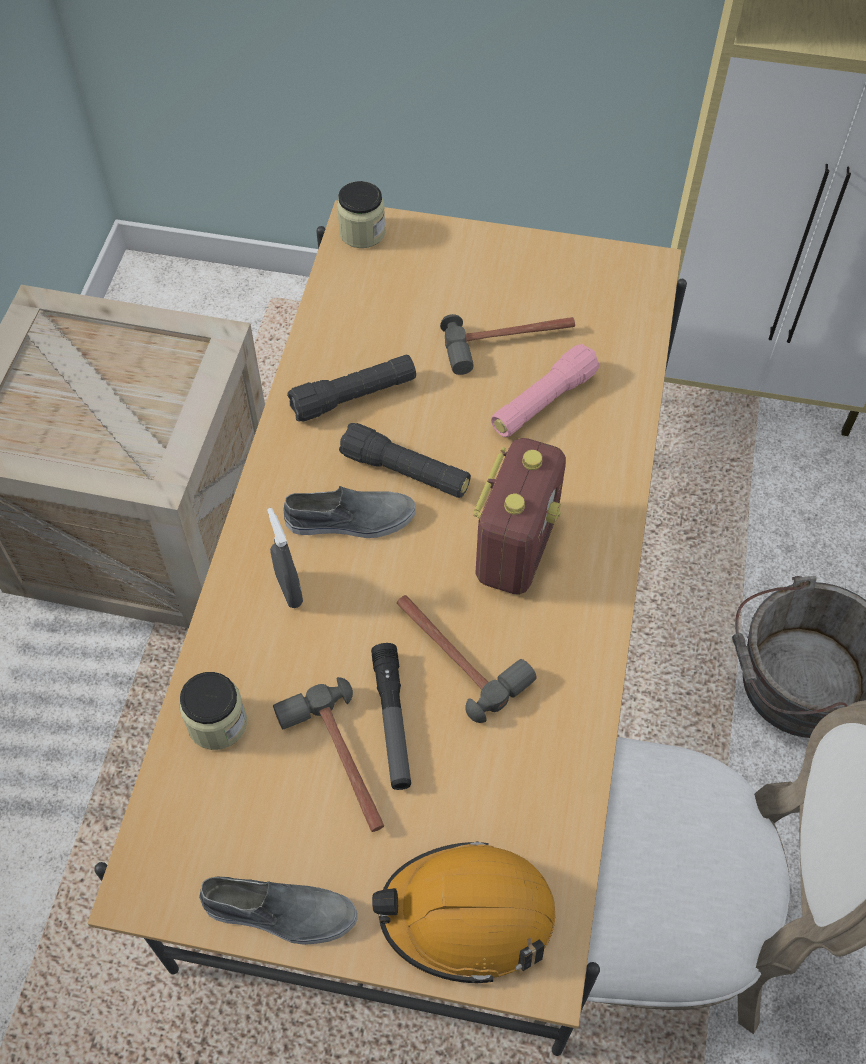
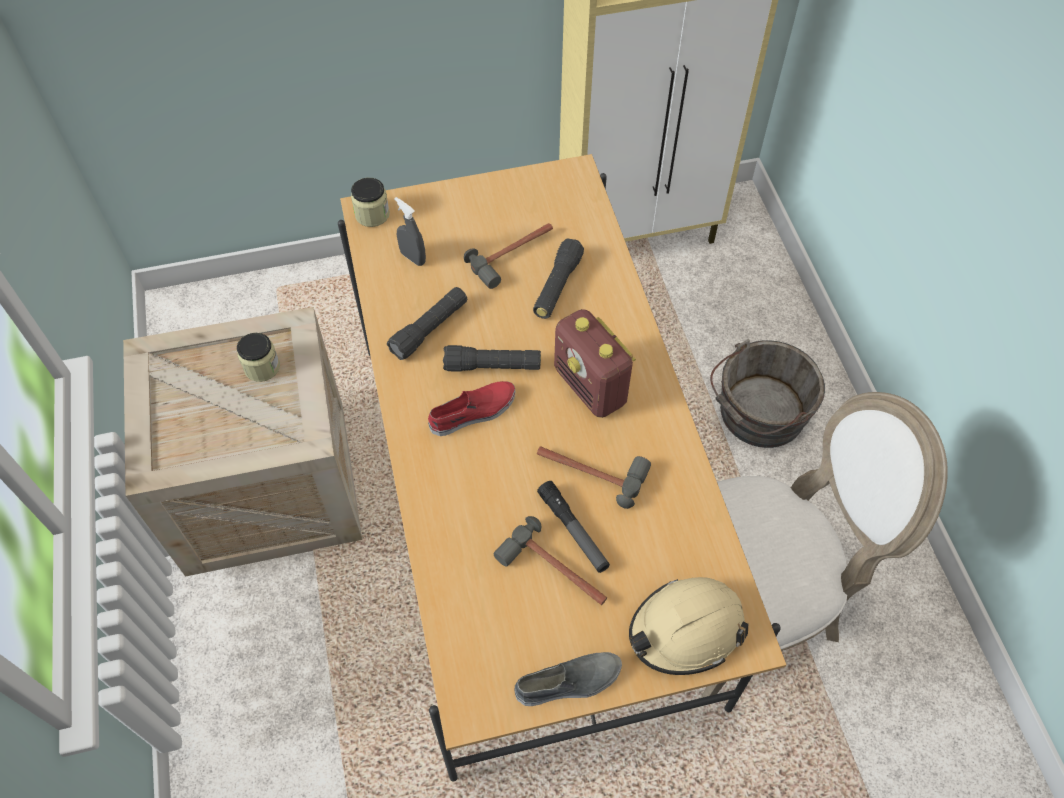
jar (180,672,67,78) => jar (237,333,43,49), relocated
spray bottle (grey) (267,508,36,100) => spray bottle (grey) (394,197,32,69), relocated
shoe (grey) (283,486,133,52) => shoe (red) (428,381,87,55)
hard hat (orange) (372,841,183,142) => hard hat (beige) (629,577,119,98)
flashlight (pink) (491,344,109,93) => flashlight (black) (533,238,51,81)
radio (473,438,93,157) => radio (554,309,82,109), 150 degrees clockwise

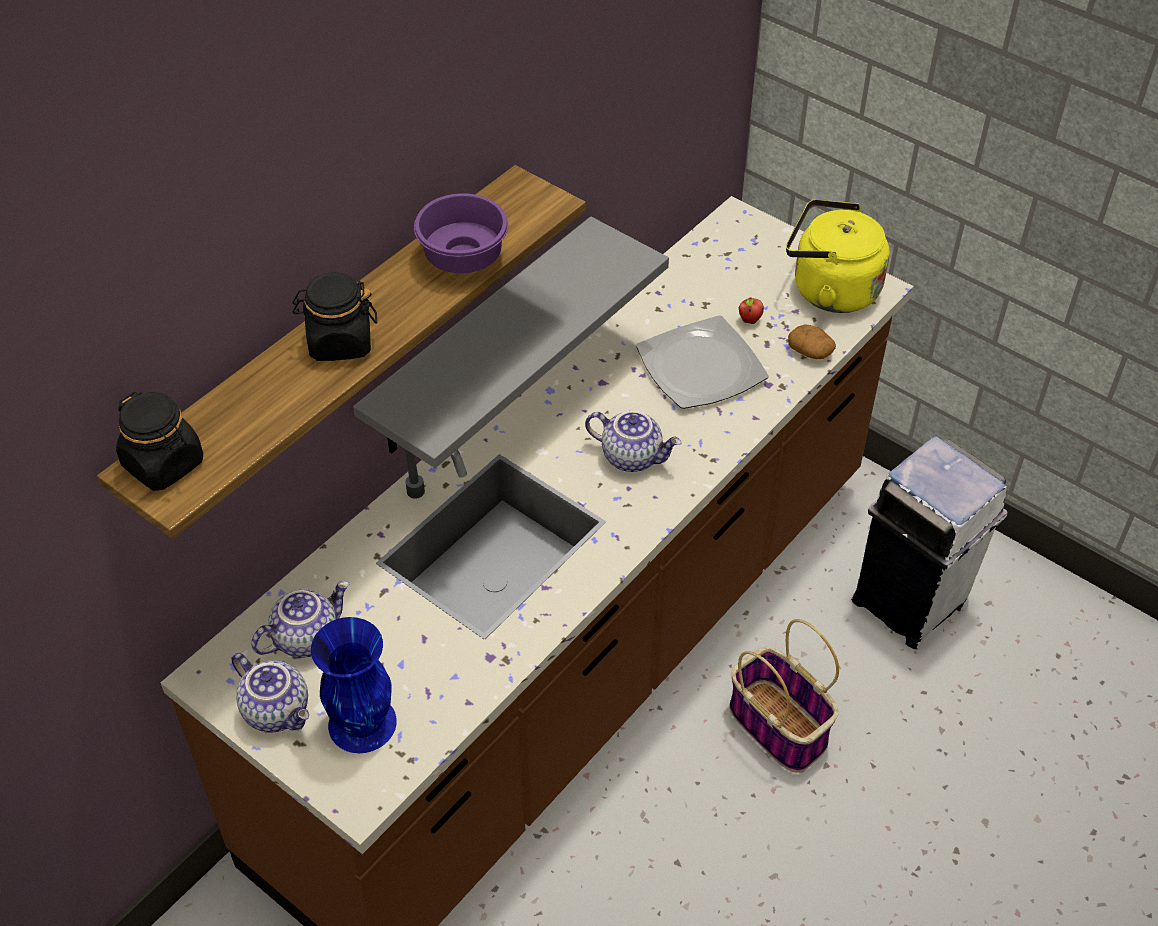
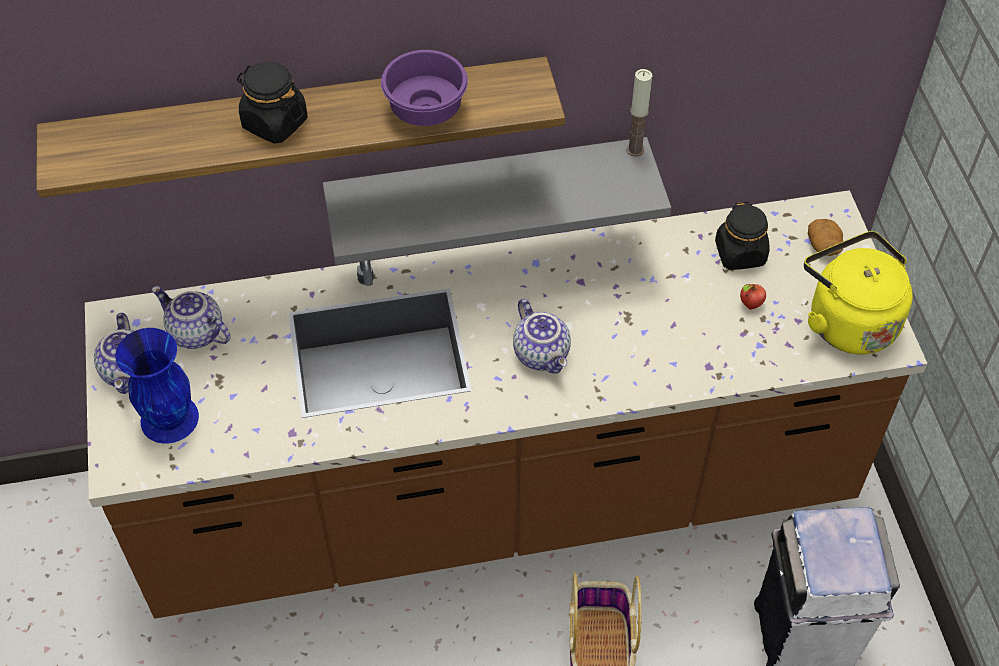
plate (636,315,133,94) => nothing
nothing => candle (626,69,26,88)
jar (black) (116,392,87,99) => jar (black) (715,202,55,68), relocated
potato (788,325,48,34) => potato (808,219,35,37), relocated
teapot (251,581,98,77) => teapot (152,286,79,63), 150 degrees counterclockwise

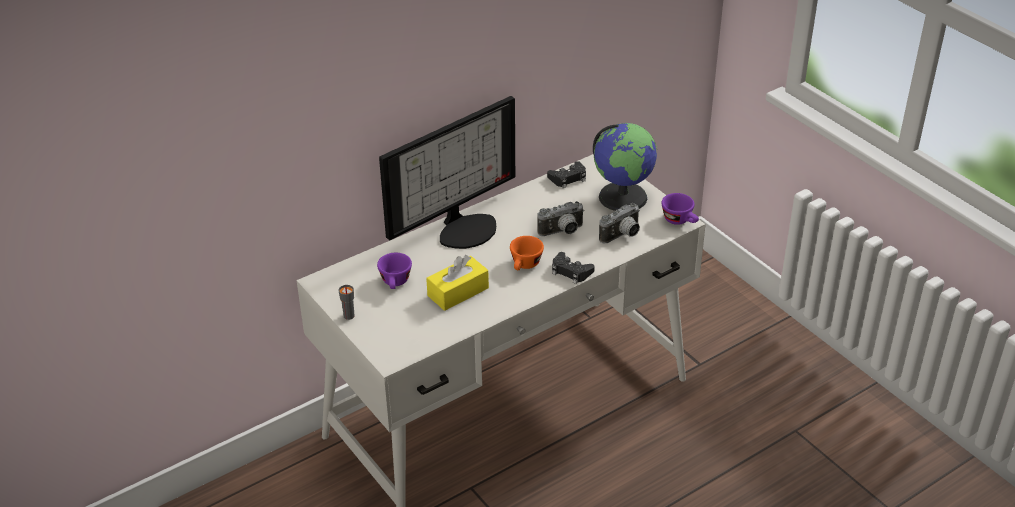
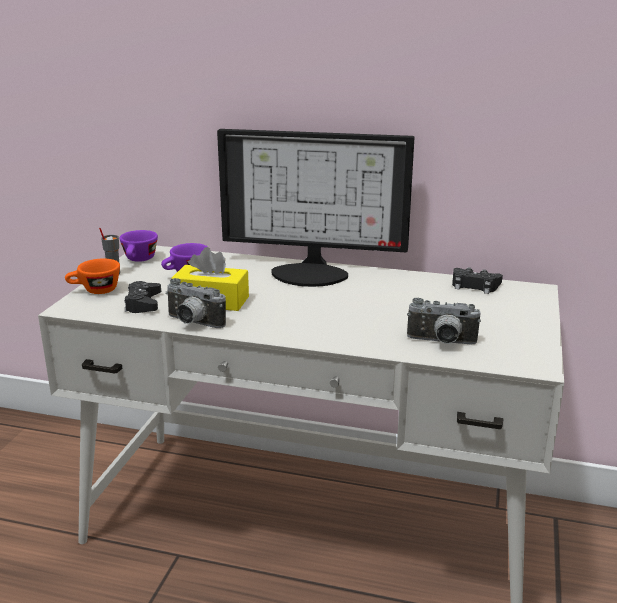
globe (593,123,64,88) => nothing
cup (orange) (510,236,34,34) => cup (orange) (65,259,55,35), relocated
photo camera (537,201,48,35) => photo camera (165,278,61,50), relocated
game controller (black) (552,252,43,32) => game controller (black) (124,281,37,32), relocated
cup (purple) (661,193,38,32) => cup (purple) (120,230,38,32), relocated

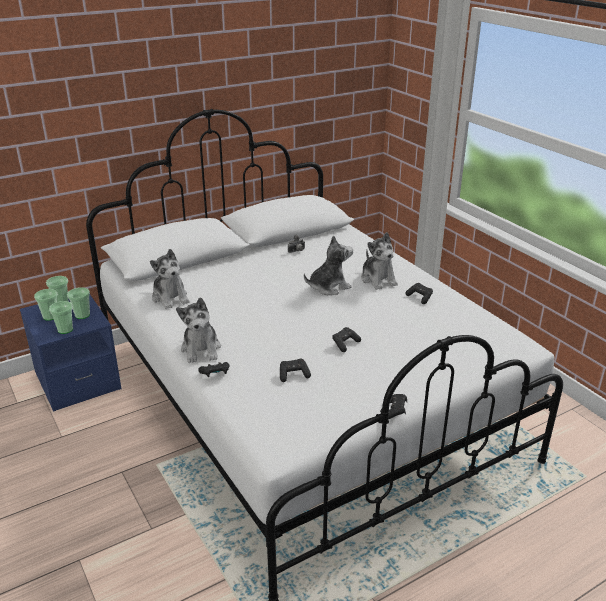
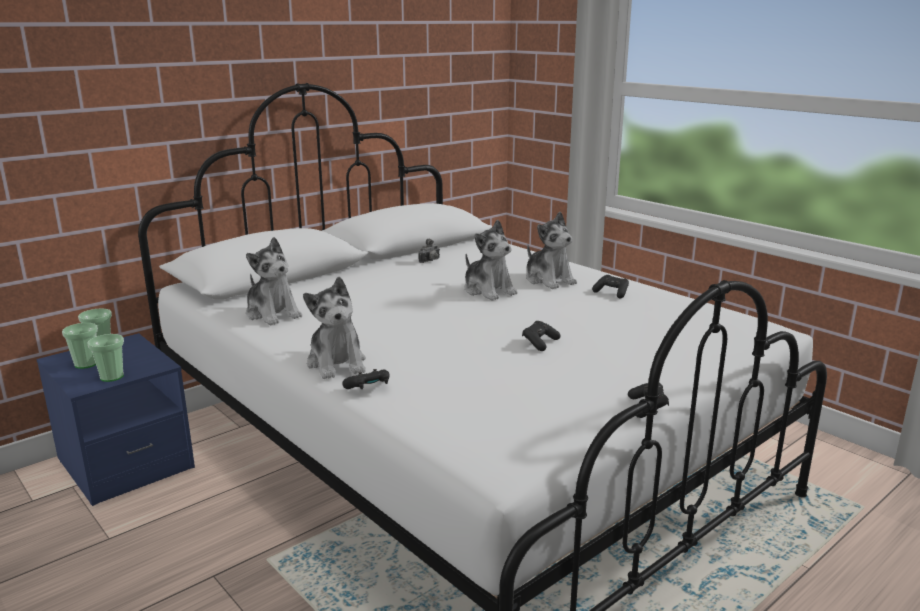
cup (67,287,23,32) => nothing
game controller (black) (280,358,31,24) => nothing
plush toy (304,235,49,60) => plush toy (465,220,53,81), 90 degrees clockwise

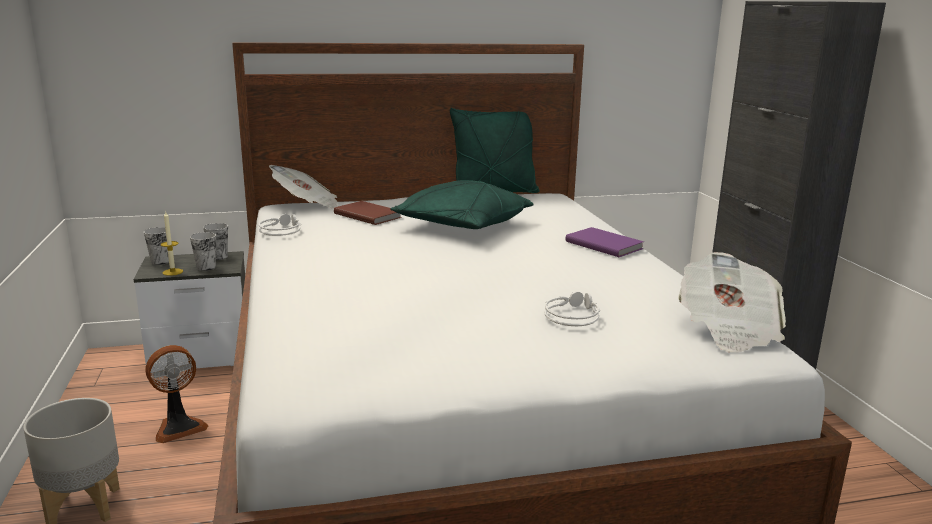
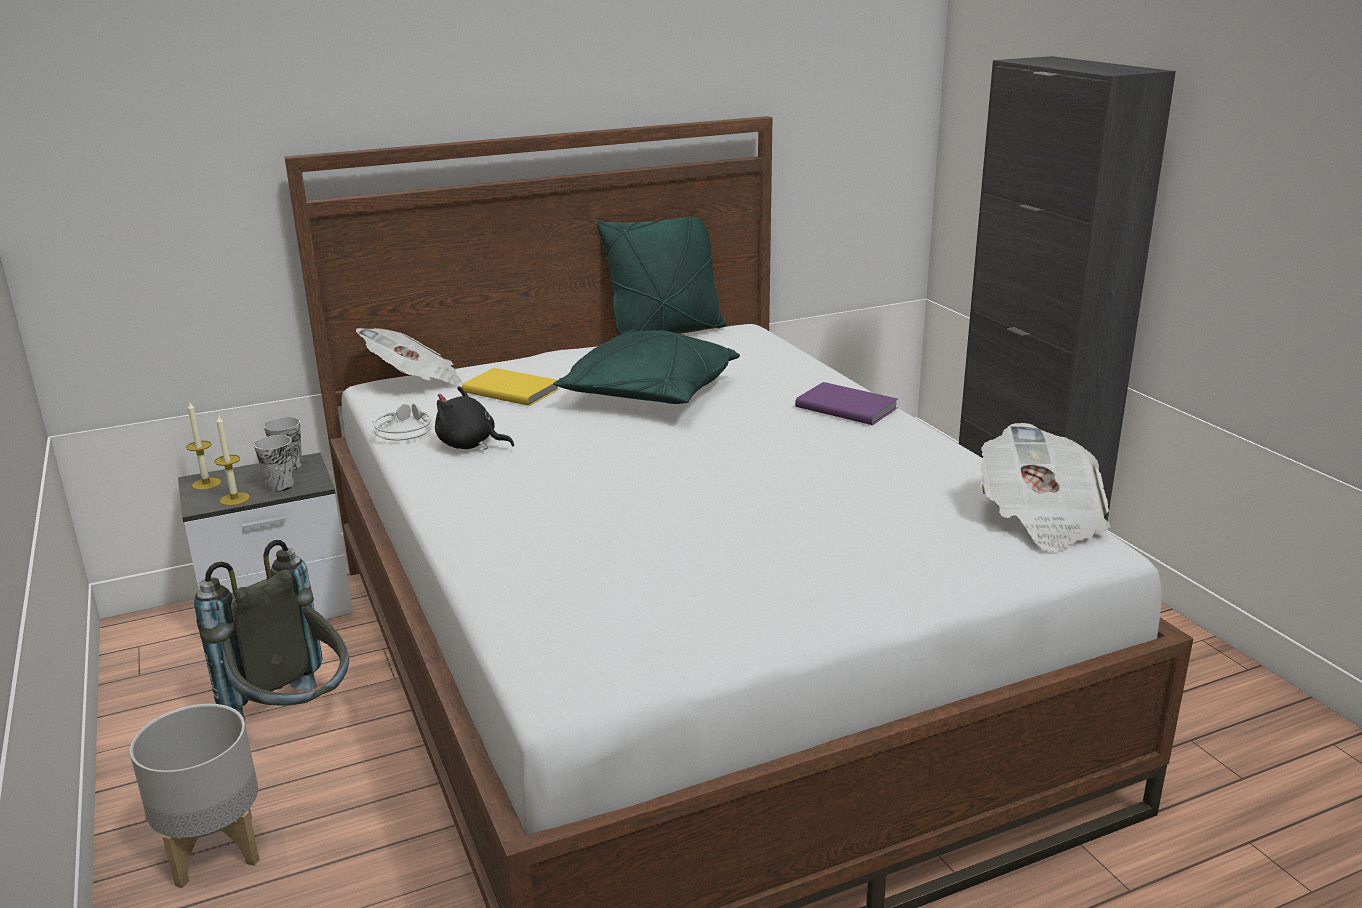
headphones (grey) (544,291,56,35) => nothing
nothing => plush toy (black) (435,386,79,64)
cup (144,227,25,38) => candle (186,401,35,89)
fan (145,345,63,98) => backpack (grey) (194,540,155,181)
book (brown) (334,201,68,24) => book (yellow) (462,368,97,38)

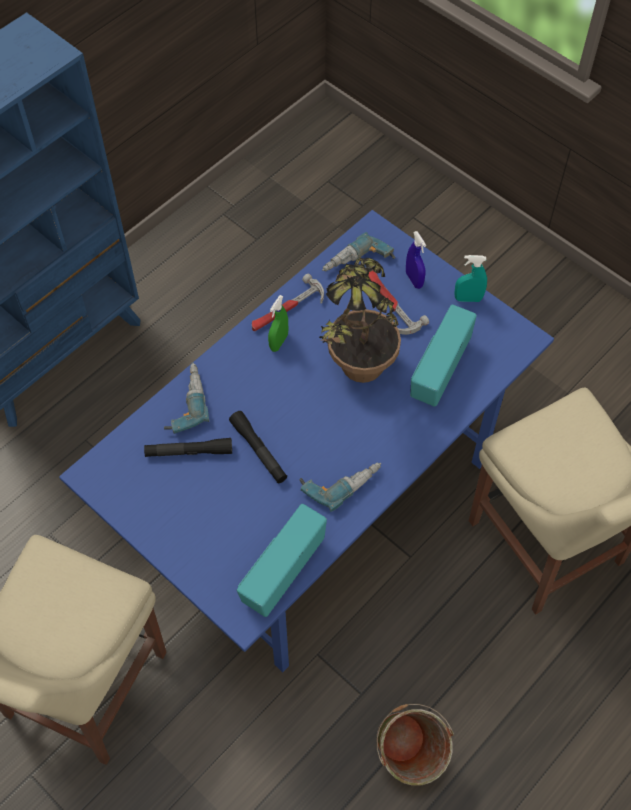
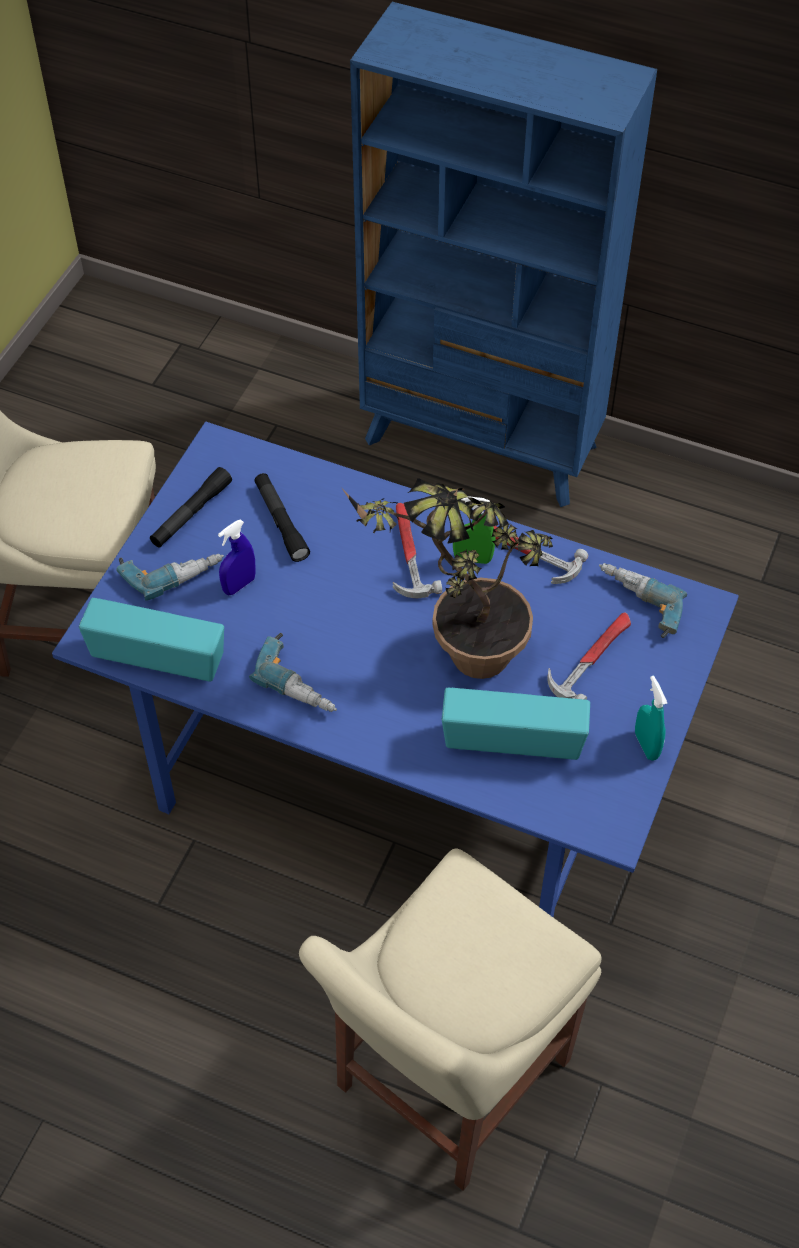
bucket (green) (376,704,78,82) => nothing
nothing => hammer (393,503,49,95)
power drill (164,363,45,71) => power drill (116,553,108,48), relocated
flashlight (black) (229,411,58,72) => flashlight (black) (150,467,82,81), relocated
spray bottle (blue) (406,231,20,58) => spray bottle (blue) (218,519,37,76), relocated

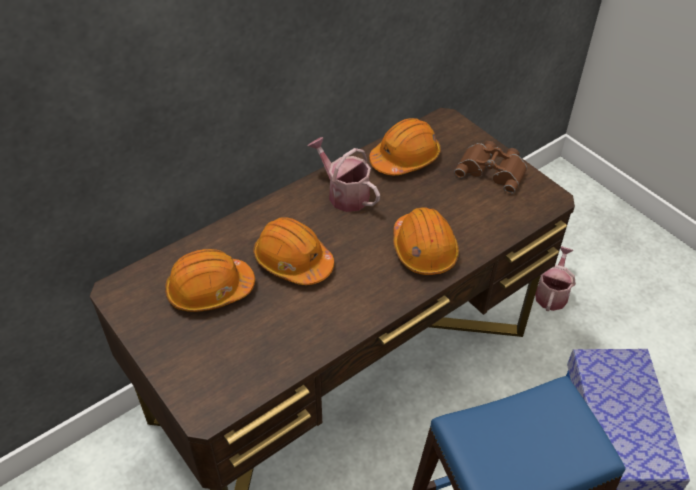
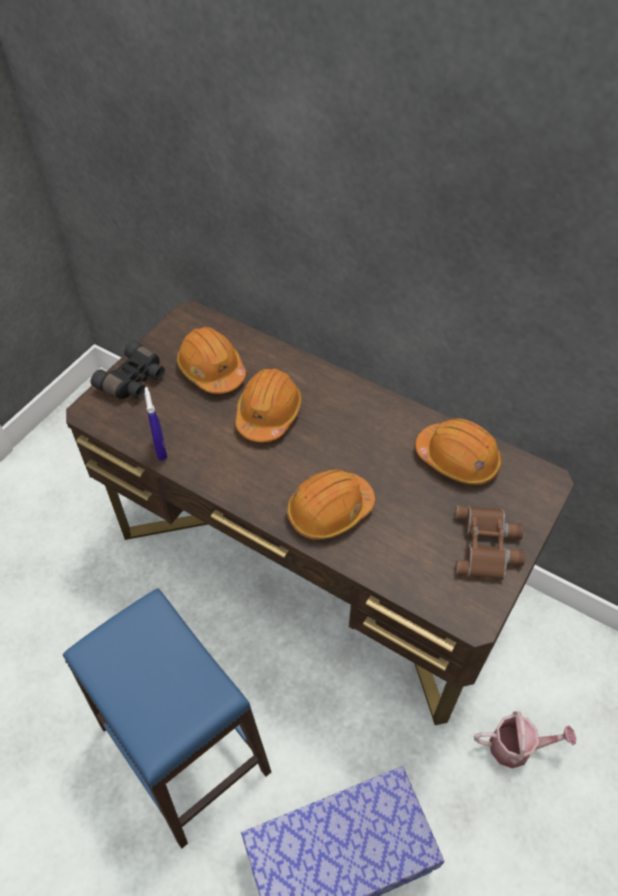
watering can (308,137,72,75) => nothing
nothing => binoculars (black) (91,340,74,59)
nothing => spray bottle (blue) (145,387,22,73)

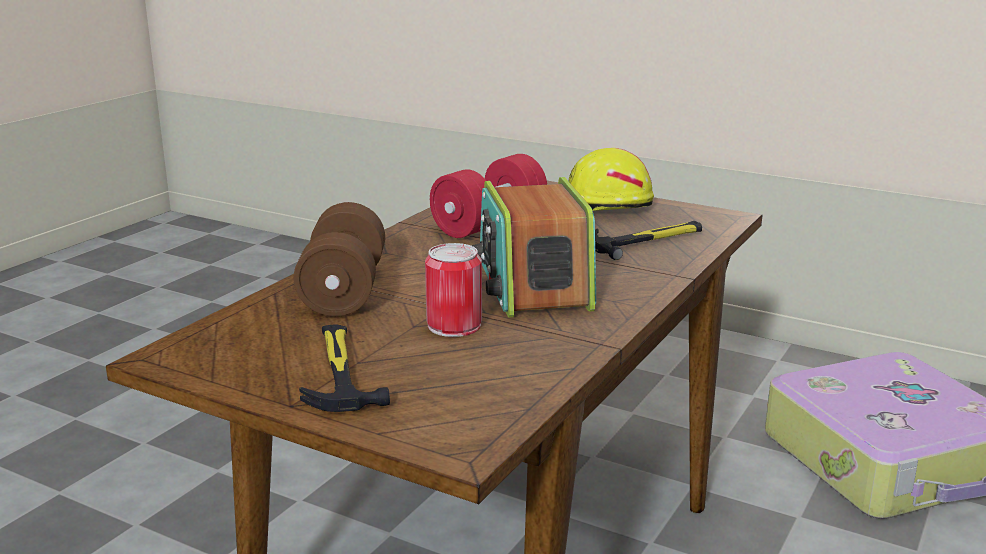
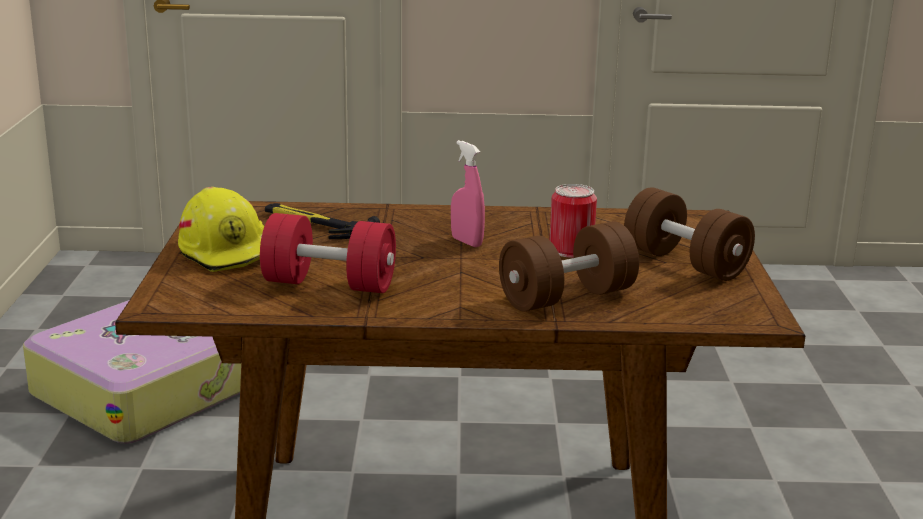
hammer (299,324,91,88) => dumbbell (brown) (624,187,131,94)
radio (471,177,125,140) => spray bottle (pink) (451,140,34,107)

